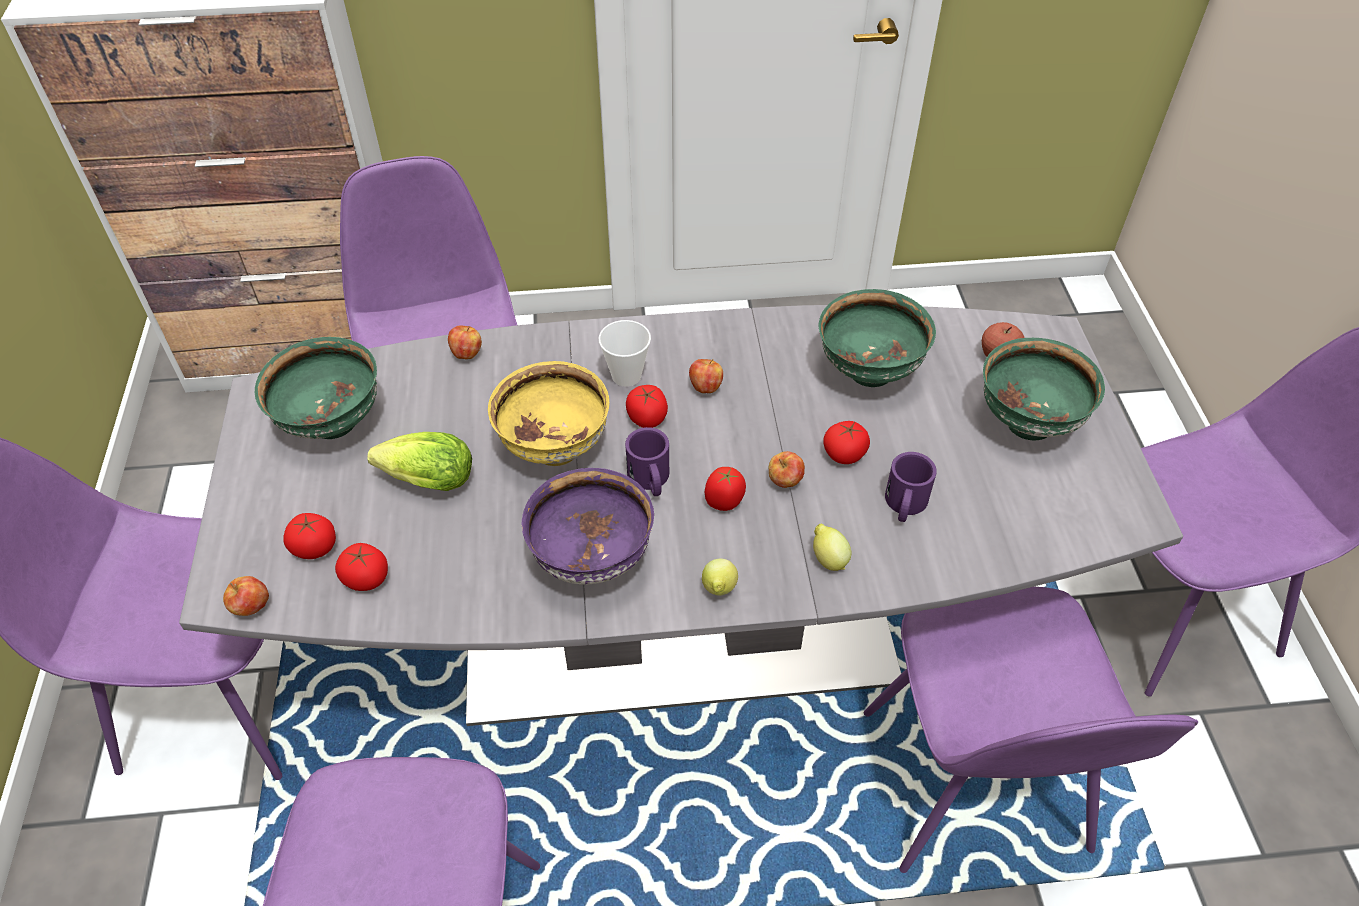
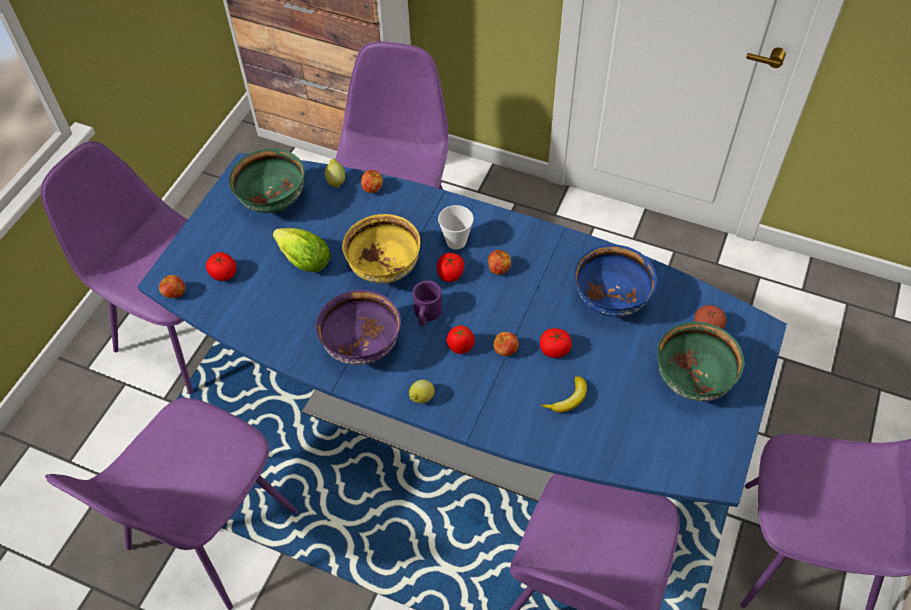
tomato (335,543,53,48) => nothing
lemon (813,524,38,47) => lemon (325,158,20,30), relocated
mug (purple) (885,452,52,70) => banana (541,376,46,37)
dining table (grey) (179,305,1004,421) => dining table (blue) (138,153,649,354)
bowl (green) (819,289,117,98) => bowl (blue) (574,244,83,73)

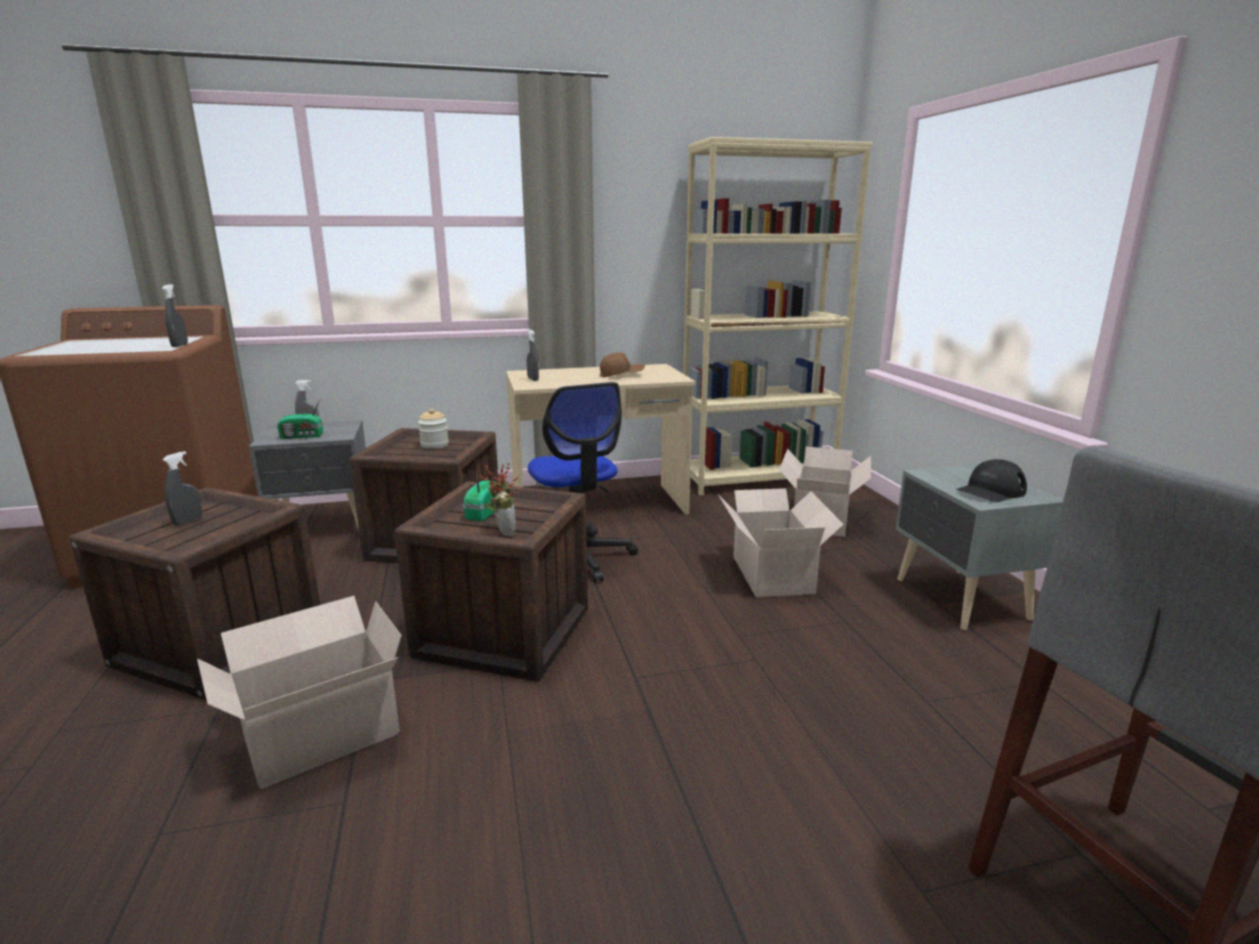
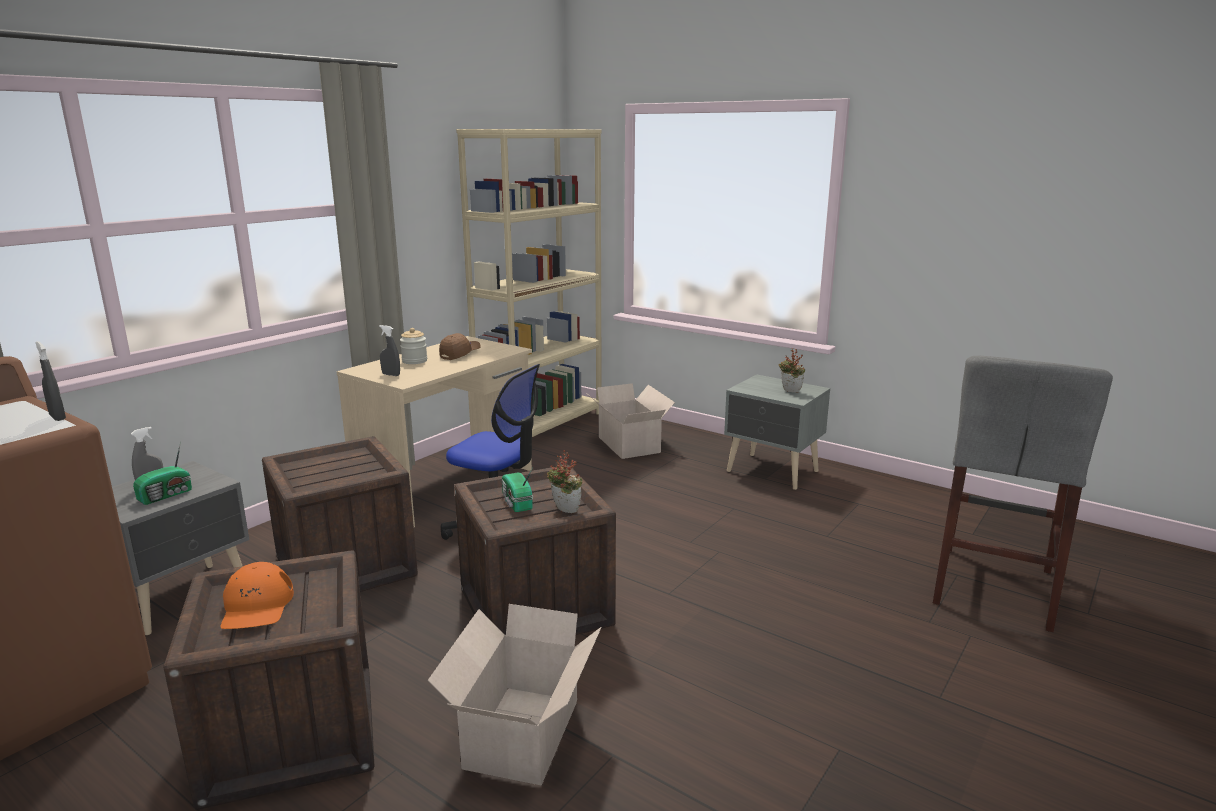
cardboard box (718,488,126,109) => nothing
jar (418,409,31,40) => jar (400,328,27,36), relocated
spray bottle (grey) (163,451,39,75) => cap (orange) (220,562,74,67)
cap (black) (956,459,71,43) => potted plant (779,348,26,45)

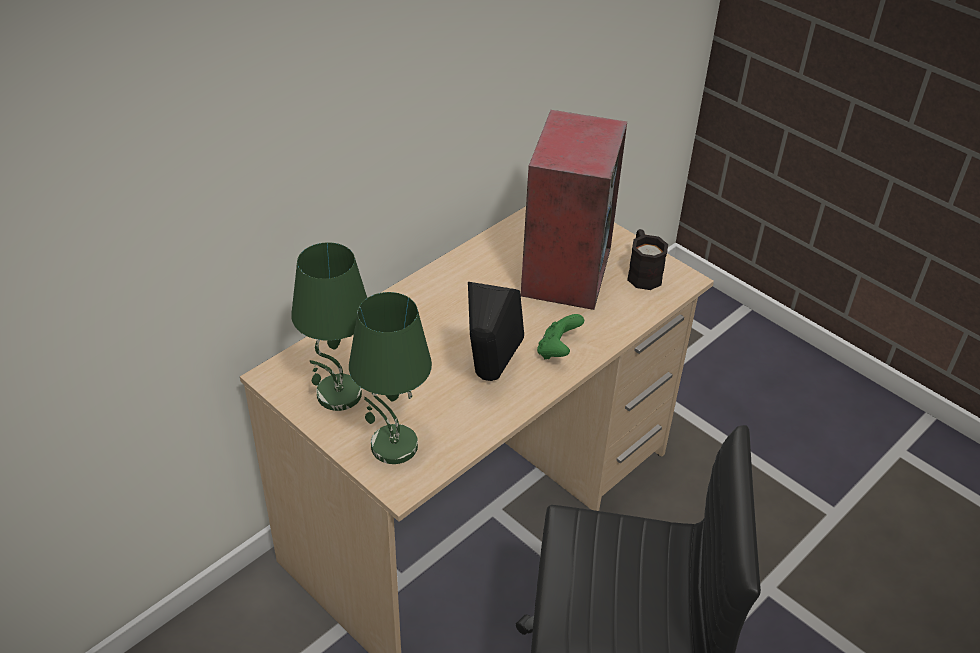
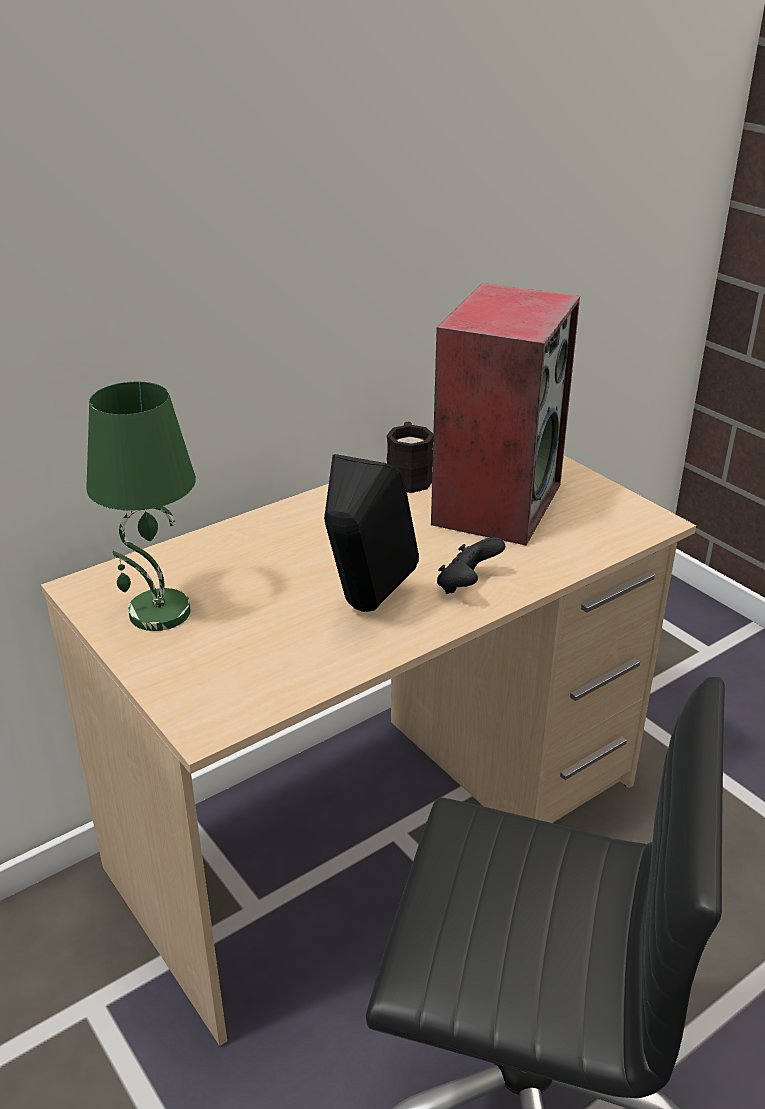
table lamp (green) (349,292,83,172) => nothing
mug (black) (627,229,41,61) => mug (black) (387,422,46,71), relocated
game controller (green) (537,314,47,45) => game controller (black) (437,537,68,57)

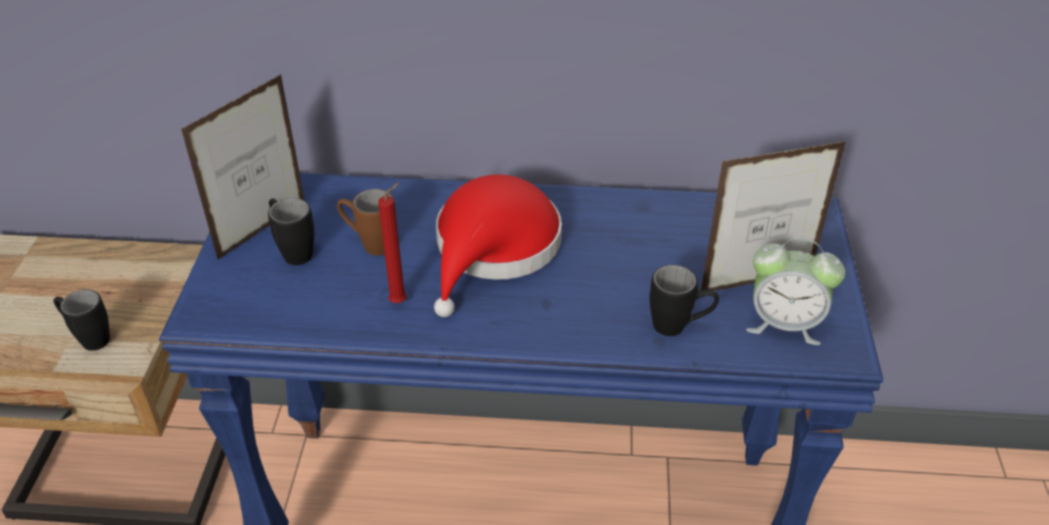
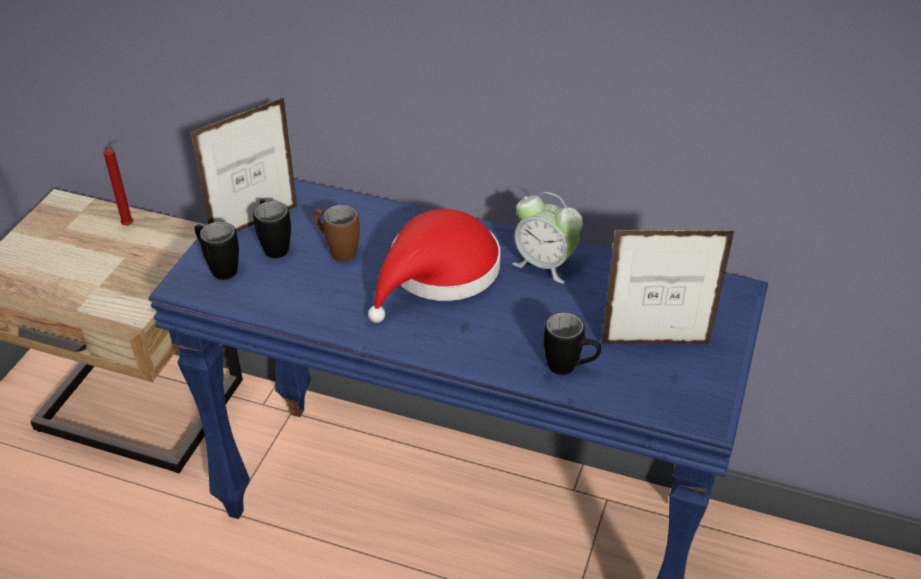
mug (black) (53,289,57,62) => mug (black) (195,221,44,59), relocated
candle (red) (378,182,29,121) => candle (red) (103,141,30,85), relocated
alarm clock (746,238,99,107) => alarm clock (512,192,71,91), relocated

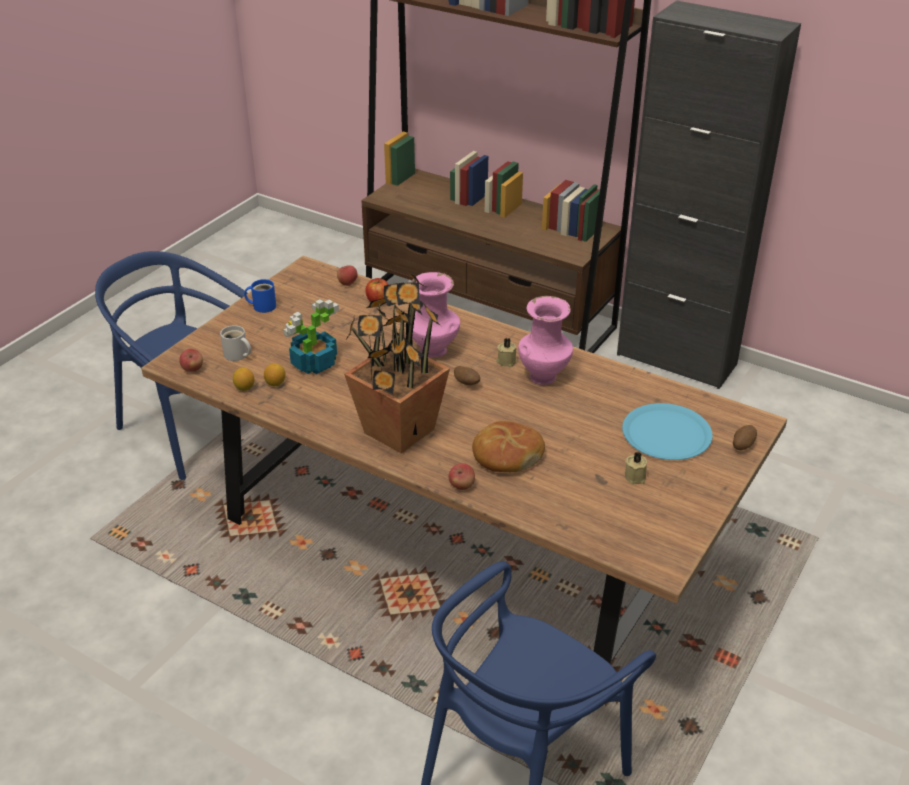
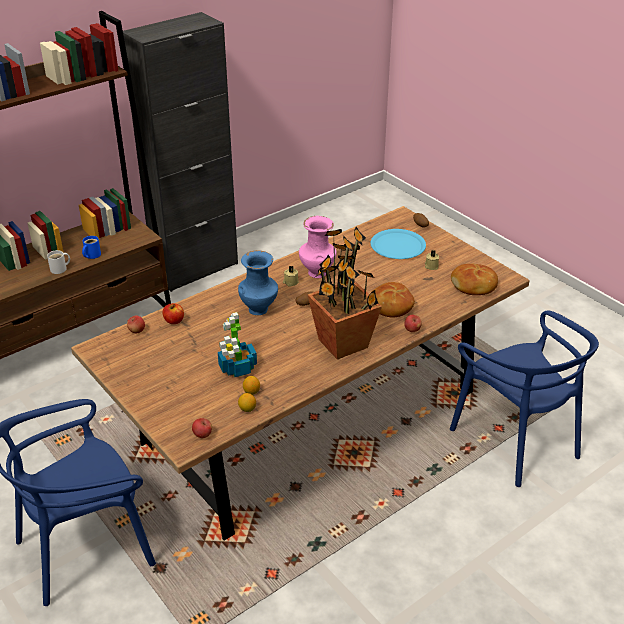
nothing => bread (451,264,47,31)
mug (white) (220,325,31,36) => mug (white) (47,250,23,24), relocated
mug (blue) (244,279,32,34) => mug (blue) (82,236,19,23), relocated
vase (pink) (411,272,49,86) => vase (blue) (238,250,40,65)

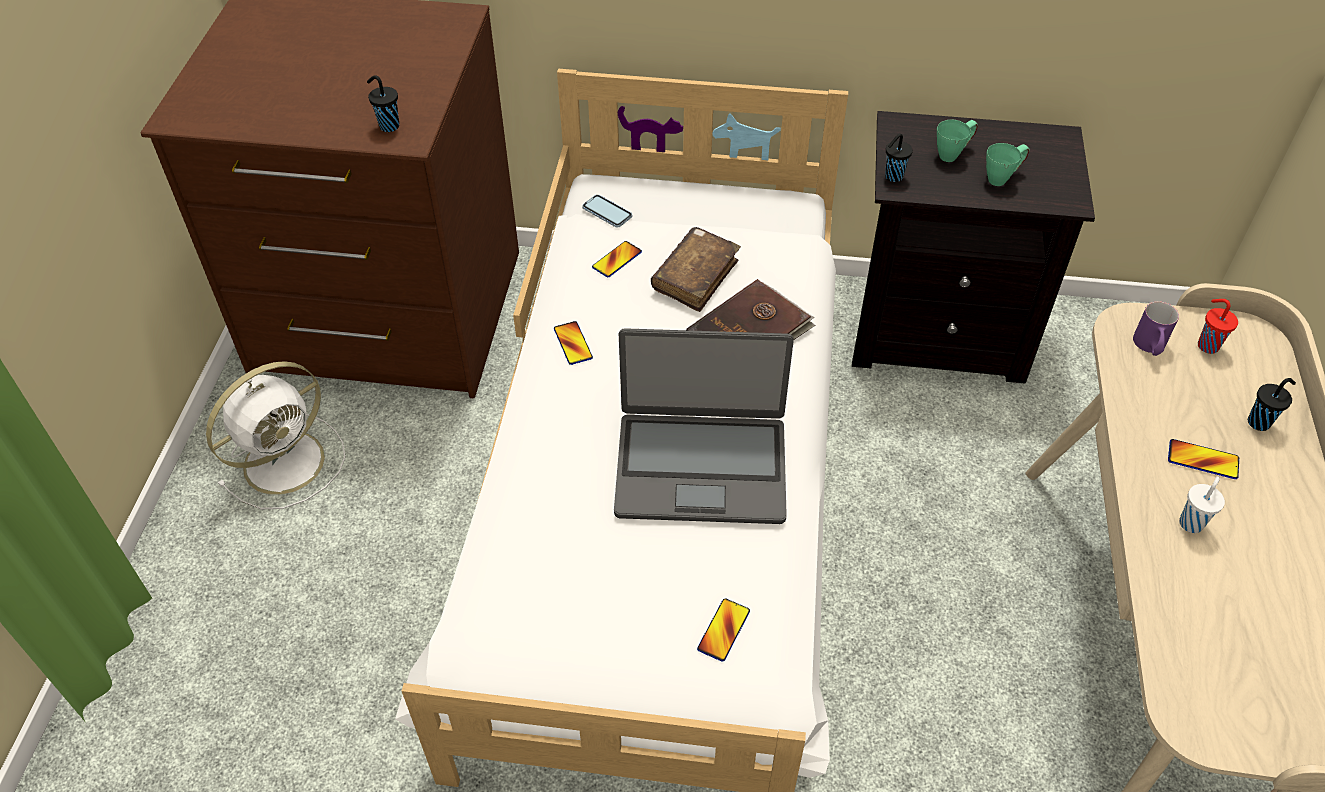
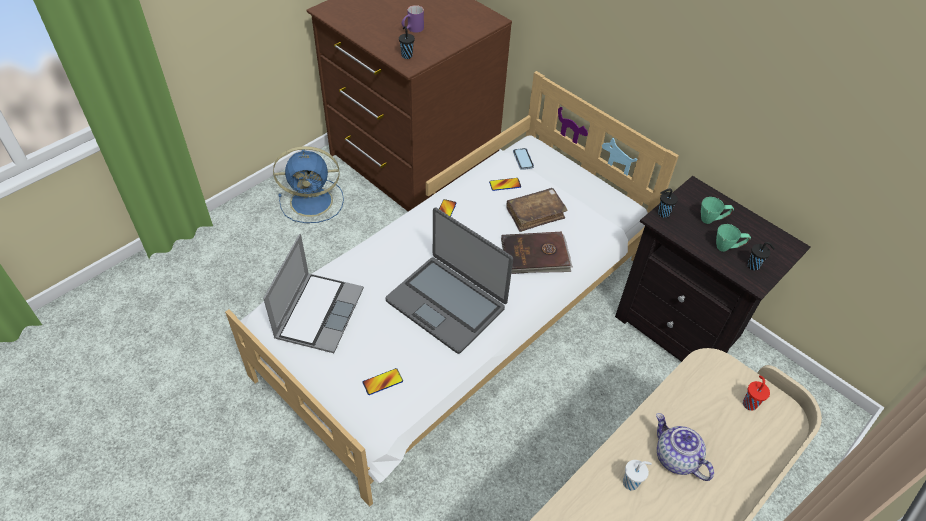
nothing => laptop (263,234,101,119)
mug (purple) (1133,301,46,55) => mug (purple) (402,5,22,28), relocated
cup (black) (1248,378,48,53) => cup (black) (747,242,28,28), relocated
phone (1168,439,71,40) => teapot (656,413,58,68)
fan (white) (206,361,139,148) => fan (blue) (273,146,71,77)

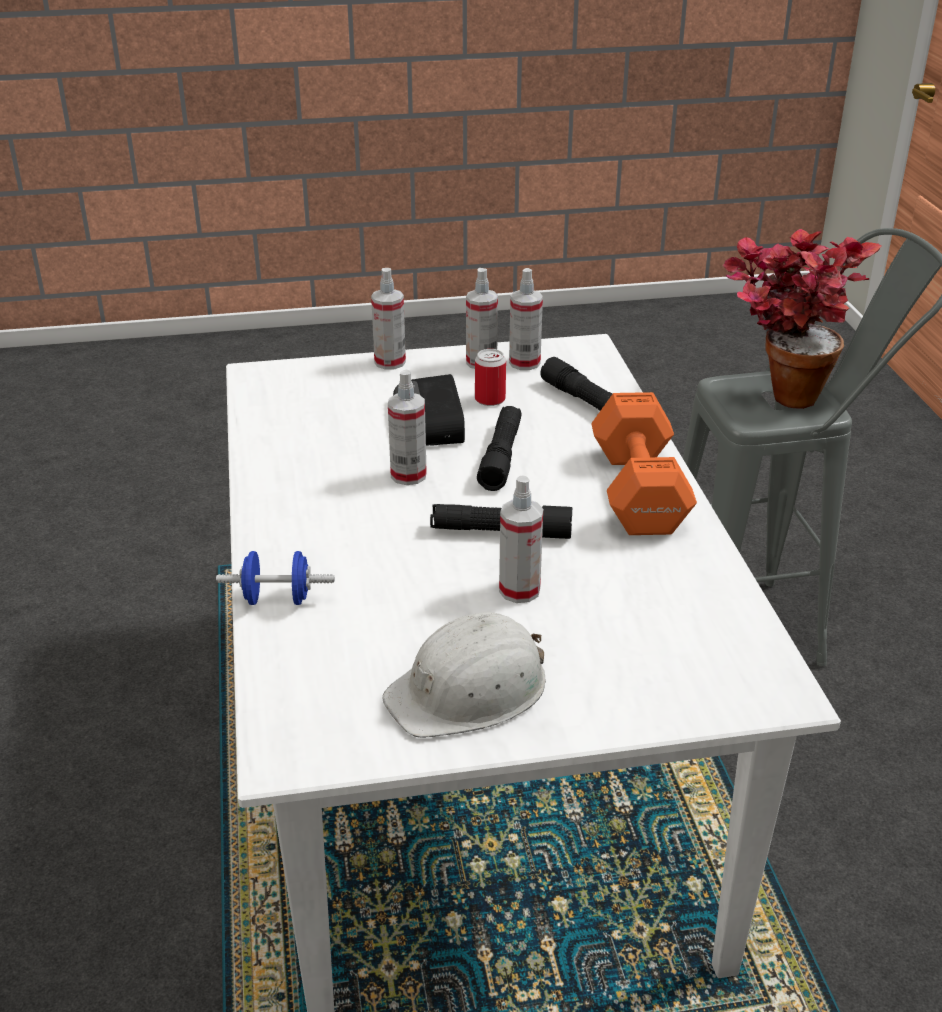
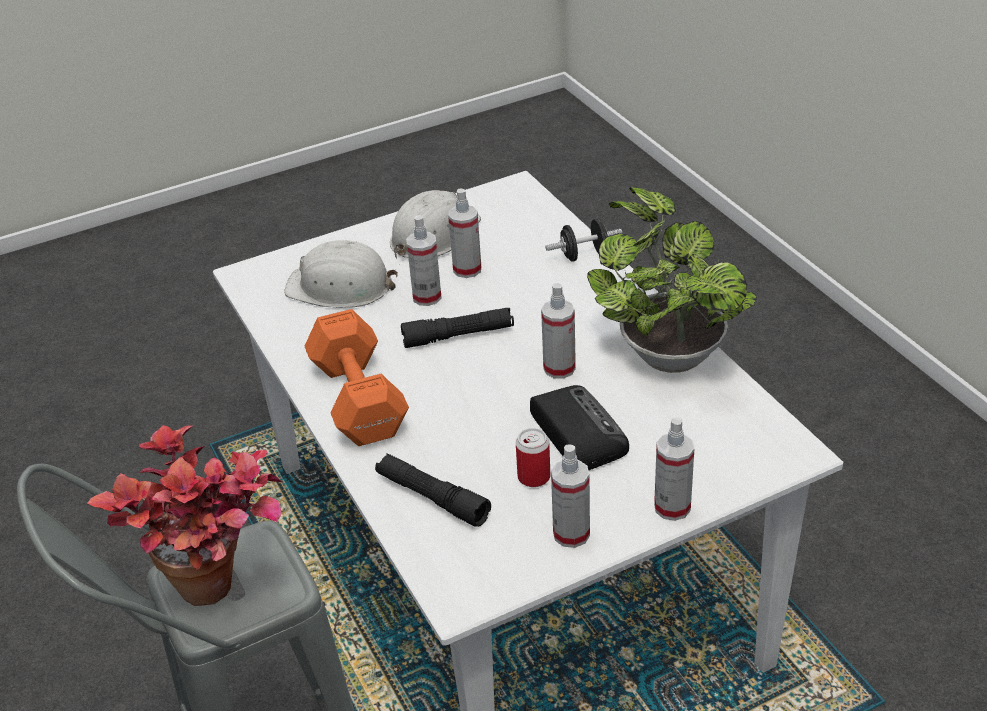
flashlight (black) (477,406,45,85) => nothing
nothing => hard hat (white) (284,240,114,68)
nothing => potted plant (587,187,170,186)
spray bottle (509,268,34,102) => spray bottle (448,188,33,90), relocated
dumbbell (blue) (216,551,118,54) => dumbbell (black) (545,219,77,43)

